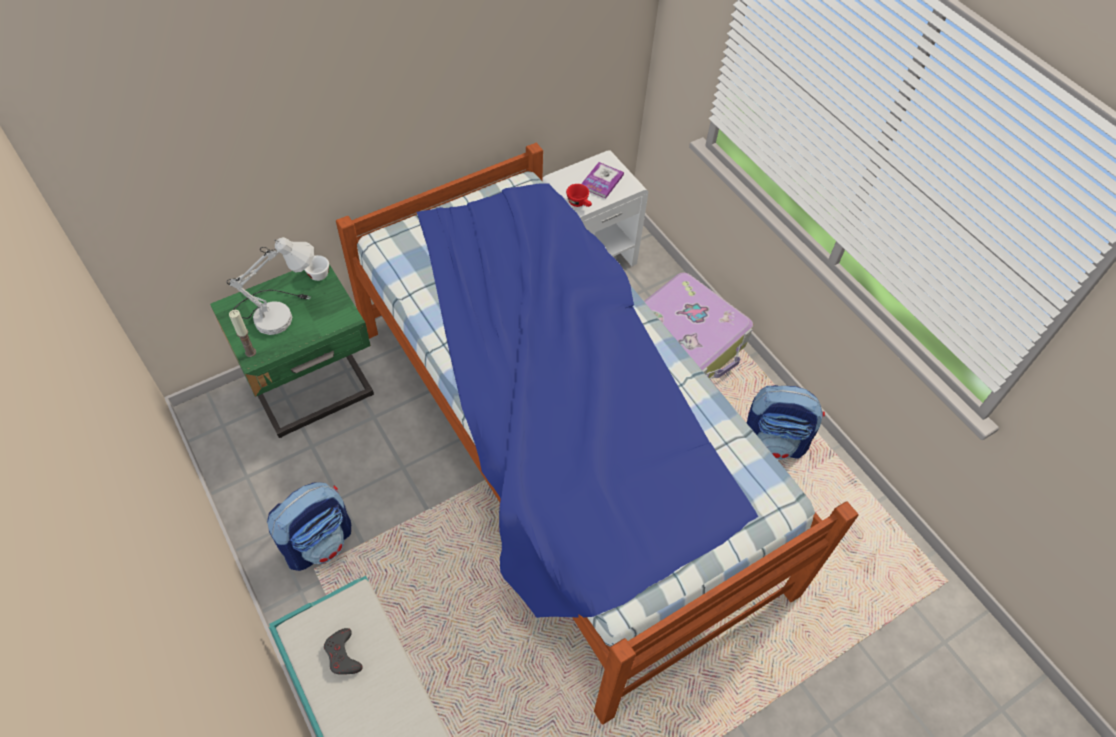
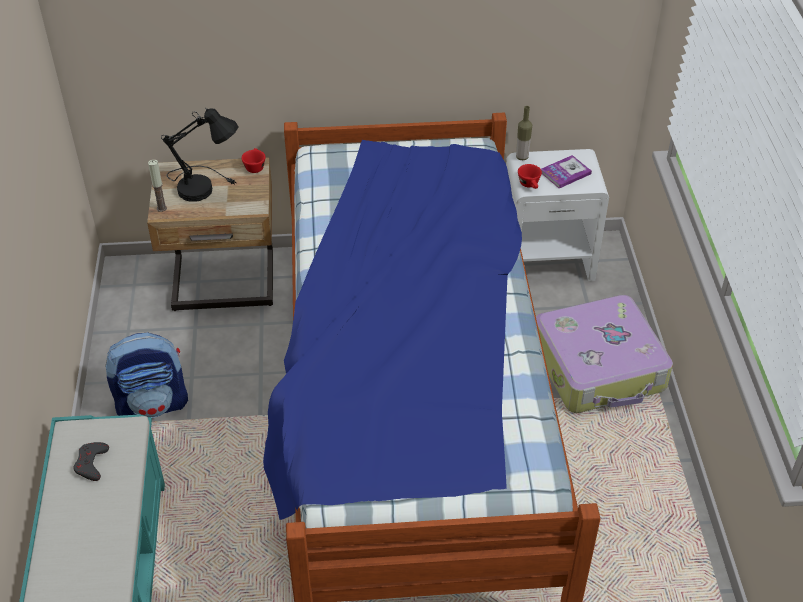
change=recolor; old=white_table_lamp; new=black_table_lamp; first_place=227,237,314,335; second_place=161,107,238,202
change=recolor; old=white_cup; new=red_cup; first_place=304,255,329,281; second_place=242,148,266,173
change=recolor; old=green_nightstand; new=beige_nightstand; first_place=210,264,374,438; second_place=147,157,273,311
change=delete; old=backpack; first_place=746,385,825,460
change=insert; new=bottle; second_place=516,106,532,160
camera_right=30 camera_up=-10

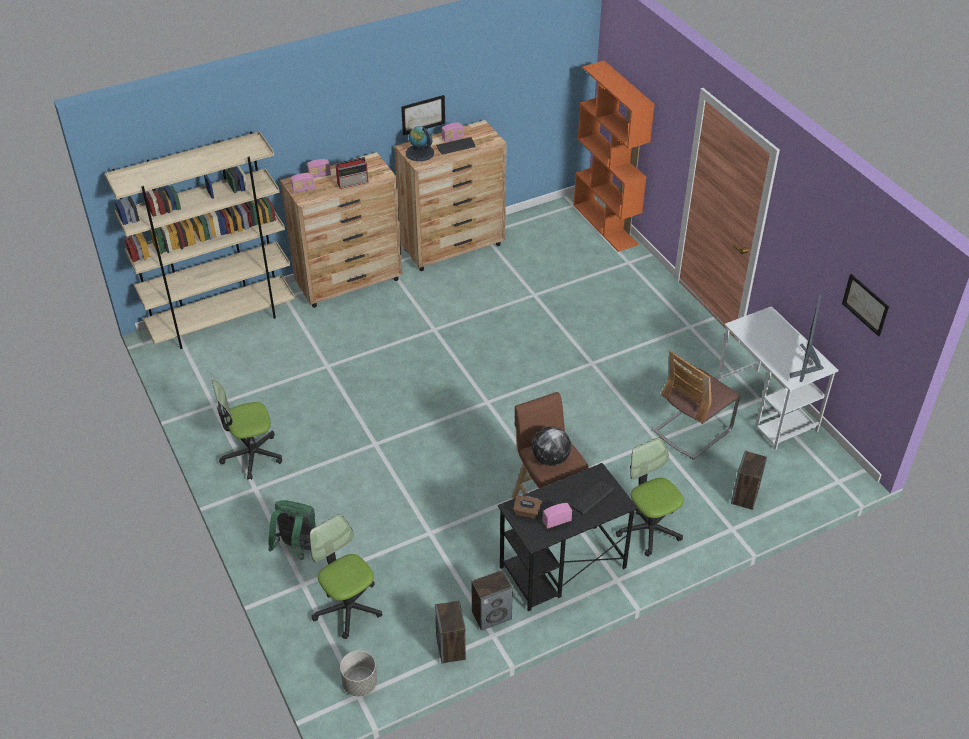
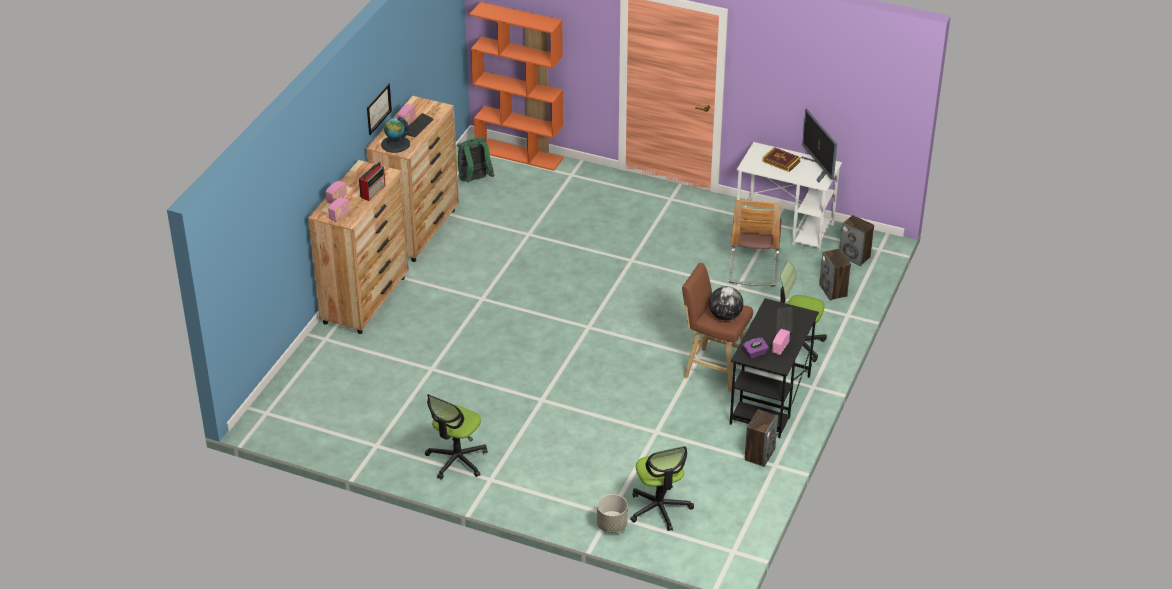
change=delete; old=beige_bookcase; first_place=105,131,295,349
change=delete; old=picture; first_place=842,274,889,337
change=recolor; old=brown_tissue_box; new=purple_tissue_box; first_place=513,495,542,519; second_place=743,338,769,359
change=move; old=green_backpack; first_place=268,500,316,560; second_place=457,137,495,183
change=rotate; old=office_chair; first_place=310,515,383,639; second_place=630,446,694,531; degrees=-120
change=move; old=speaker; first_place=435,601,466,664; second_place=839,215,874,266
change=move; old=grey_planter; first_place=340,650,377,696; second_place=597,494,628,533
change=insert; new=book; second_place=762,147,801,172
camera_right=-40 camera_up=-5

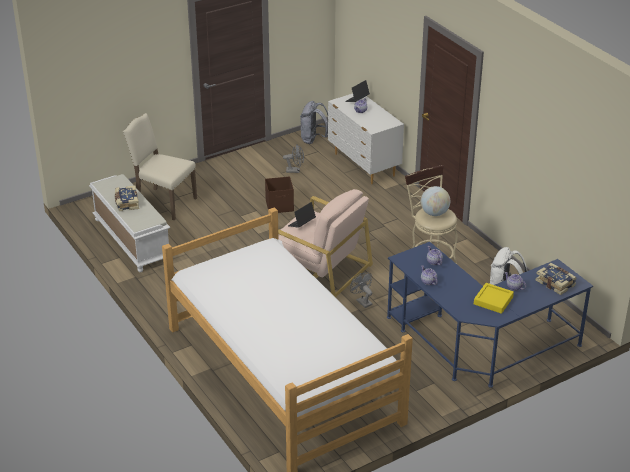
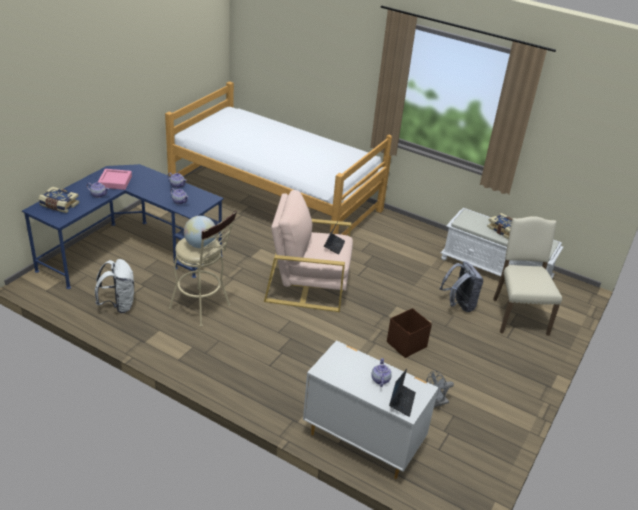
change=move; old=grey_backpack; first_place=300,101,328,144; second_place=440,261,483,312
change=rotate; old=beige_chair; first_place=123,113,197,220; second_place=493,216,562,336; degrees=-90
change=delete; old=grey_fan; first_place=350,273,372,308
change=recolor; old=yellow_tray; new=pink_tray; first_place=474,283,514,314; second_place=98,169,132,190
camera_right=150 camera_up=0

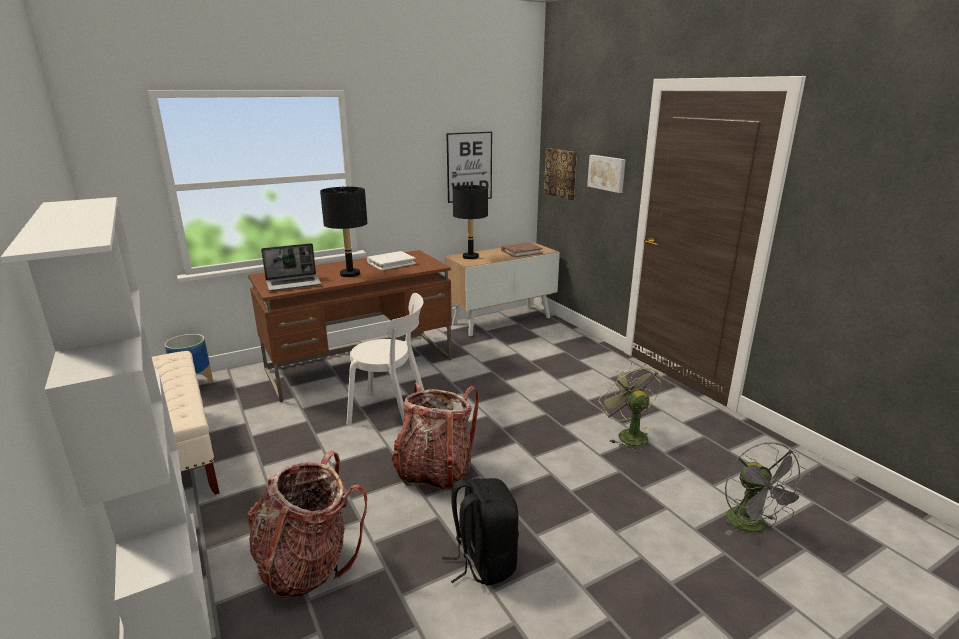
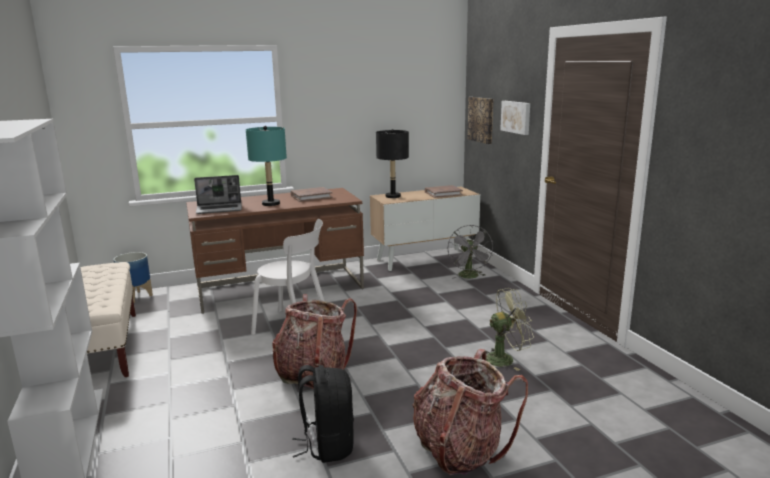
change=delete; old=picture; first_place=446,131,492,203
change=recolor; old=black_table_lamp; new=turquoise_table_lamp; first_place=320,186,367,277; second_place=246,126,287,206
change=recolor; old=white_book; new=brown_book; first_place=367,251,416,270; second_place=291,187,333,202
change=rotate; old=green_fan; first_place=598,362,661,453; second_place=481,288,534,371; degrees=90
change=move; old=grey_fan; first_place=725,442,810,536; second_place=447,225,493,278
change=move; old=backpack; first_place=247,451,367,599; second_place=412,349,528,475
camera_right=10 camera_up=-5

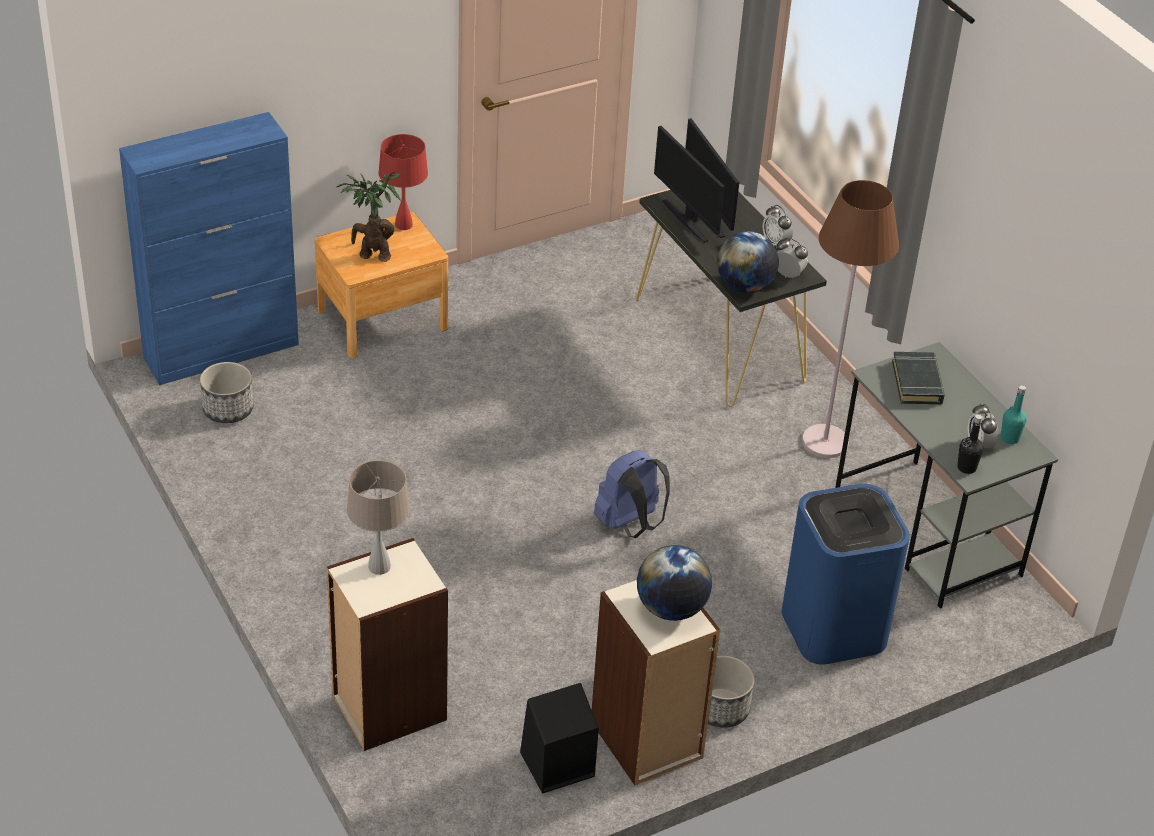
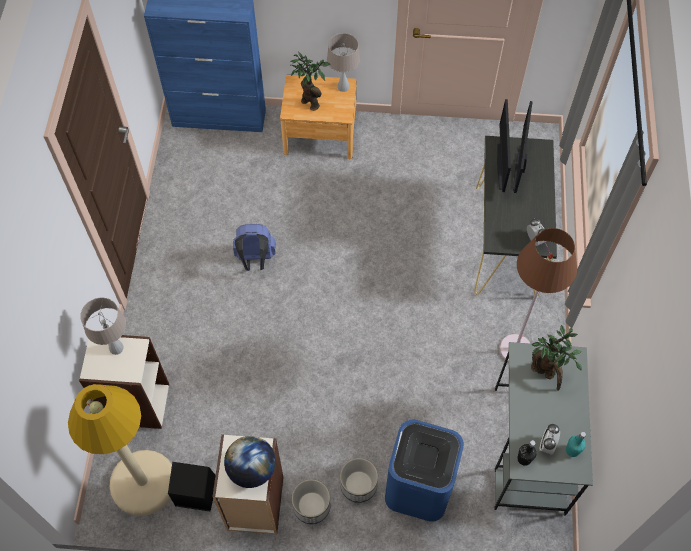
change=recolor; old=red_table_lamp; new=beige_table_lamp; first_place=379,134,428,230; second_place=327,33,360,92
change=delete; old=alarm_clock; first_place=763,205,793,248
change=delete; old=globe; first_place=717,231,779,293
change=replace; old=black_book; new=potted_plant; first_place=892,352,945,404; second_place=531,325,582,391
change=move; old=planter; first_place=200,362,253,423; second_place=340,458,378,503
change=move; old=blue_backpack; first_place=594,450,670,538; second_place=233,224,276,271
change=insert; new=beige_floor_lamp; second_place=68,384,172,516
camera_right=35 camera_up=20

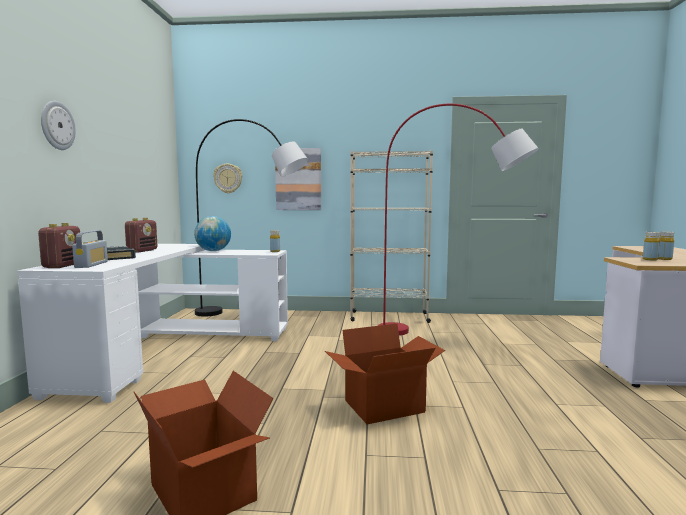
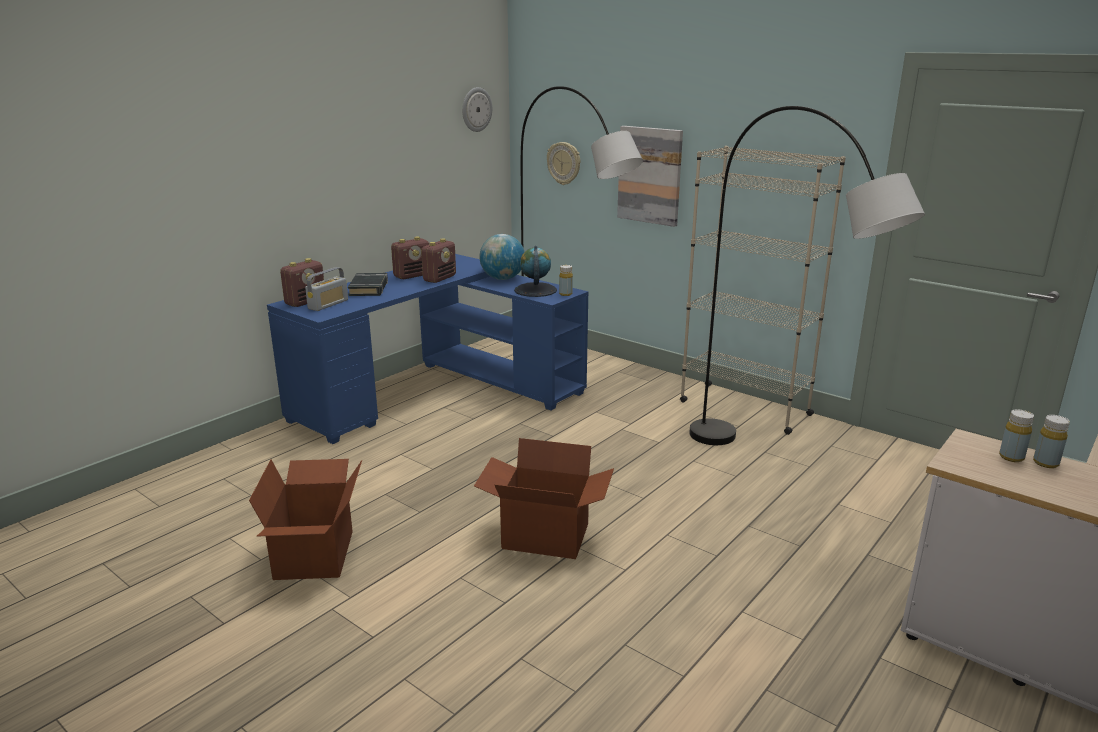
change=move; old=wall_clock; first_place=41,101,76,150; second_place=462,87,492,132
change=recolor; old=red_floor_lamp; new=grey_floor_lamp; first_place=378,104,539,336; second_place=689,106,925,445
change=recolor; old=white_desk; new=blue_desk; first_place=17,244,288,403; second_place=267,254,588,444
change=insert; new=radio; second_place=421,239,456,283
change=insert; new=globe; second_place=514,246,557,297
camera_right=35 camera_up=15

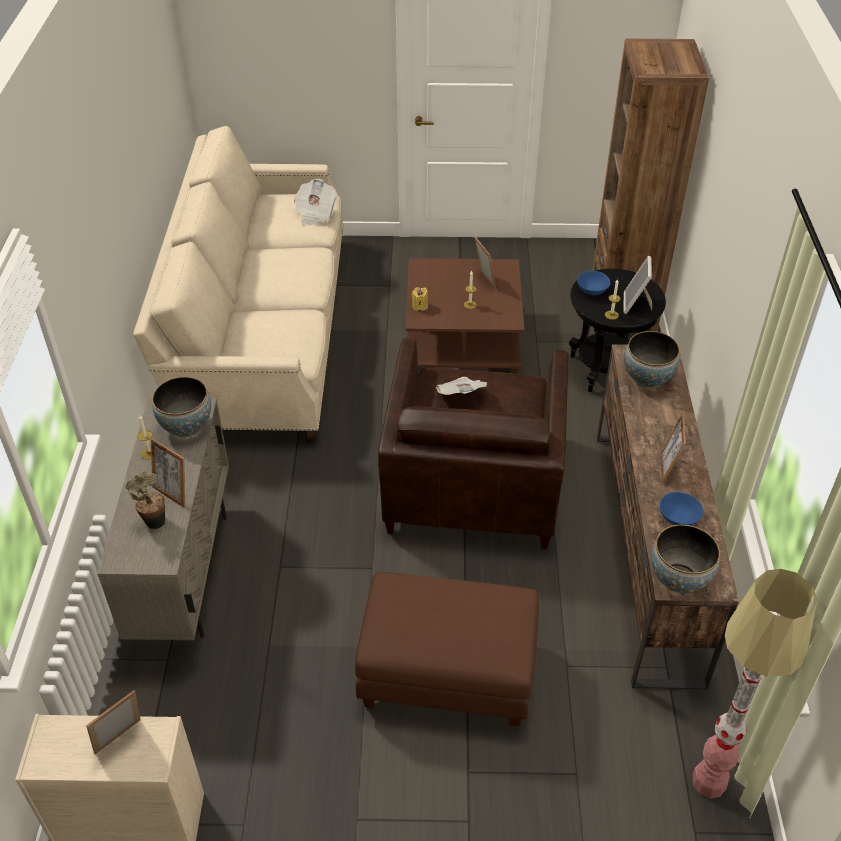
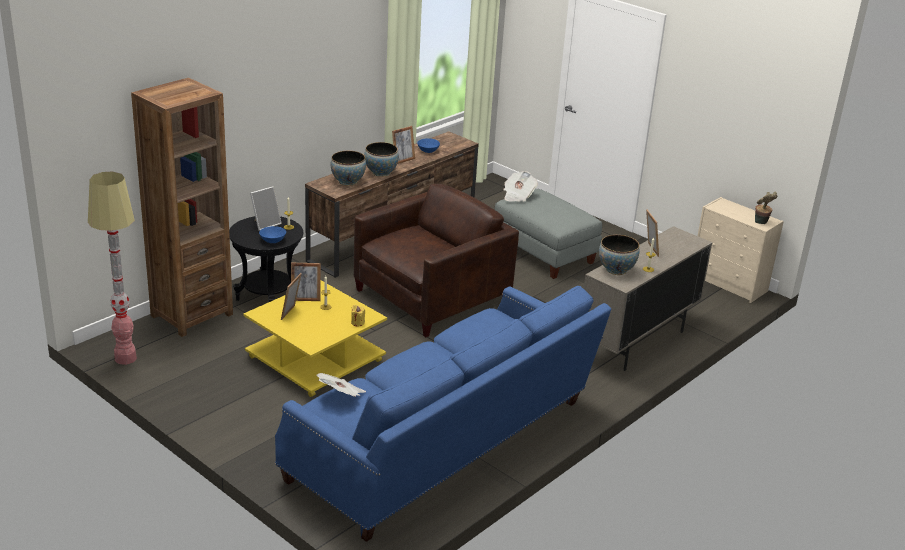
change=recolor; old=beige_sofa; new=blue_sofa; first_place=133,126,344,442; second_place=275,286,611,542
change=recolor; old=brown_coffee_table; new=yellow_coffee_table; first_place=406,258,525,373; second_place=243,280,387,397
change=move; old=newspaper; first_place=436,377,487,395; second_place=503,171,538,202
change=move; old=potted_plant; first_place=126,470,165,529; second_place=755,191,777,224
change=move; old=bowl; first_place=651,525,720,594; second_place=364,142,399,177
change=move; old=floor_lamp; first_place=693,569,817,799; second_place=88,171,137,365
change=recolor; old=brown_ottoman; new=grey_ottoman; first_place=355,572,539,727; second_place=494,189,602,279
change=move; old=picture_frame; first_place=86,690,140,754; second_place=291,263,321,301
camera_right=-140 camera_up=-15

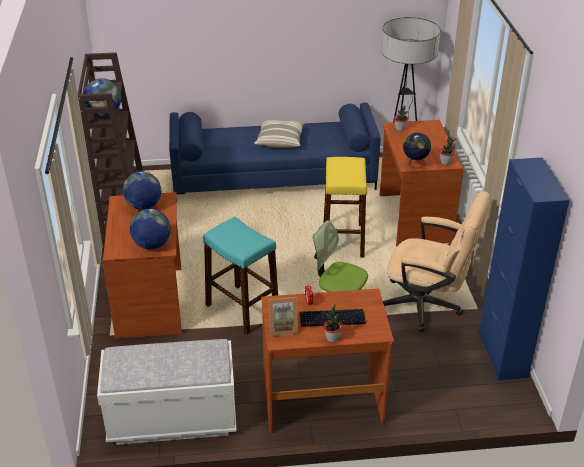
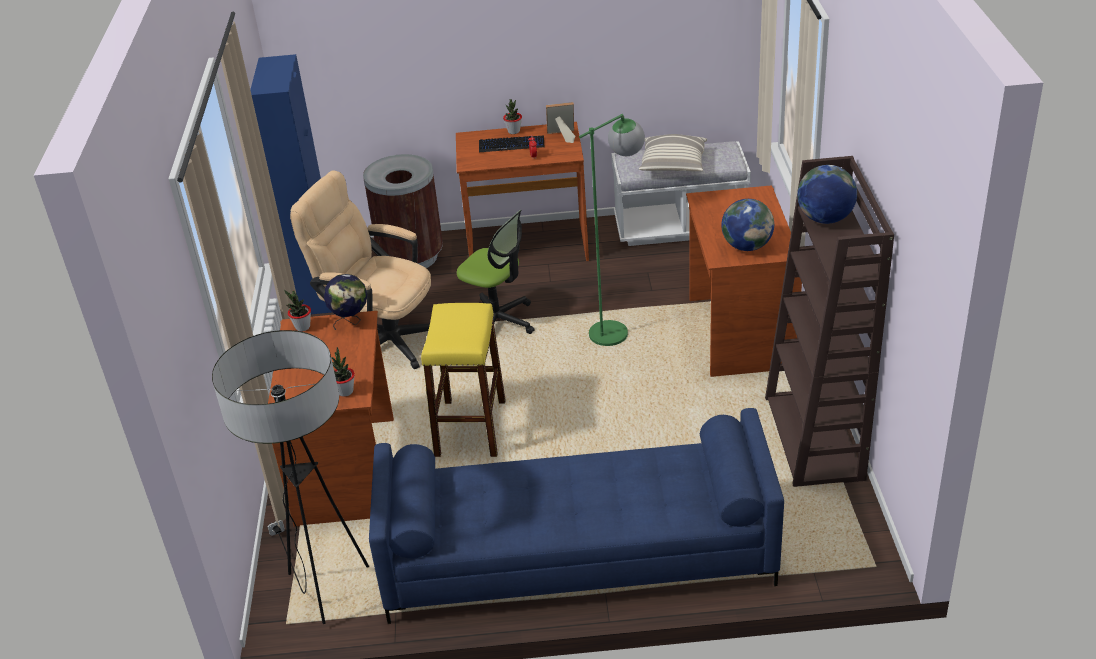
change=move; old=pillow; first_place=254,120,304,148; second_place=639,134,708,171
change=delete; old=globe; first_place=130,209,171,249
change=replace; old=turquoise_stool; new=green_floor_lamp; first_place=203,217,278,335; second_place=579,114,645,346
change=insert; new=brown_trash_can; second_place=363,154,443,268
camera_right=-175 camera_up=0

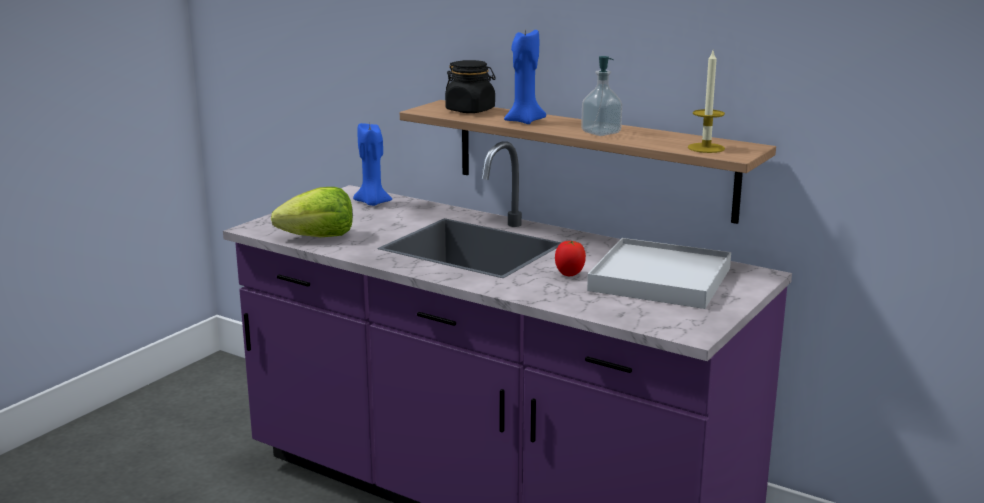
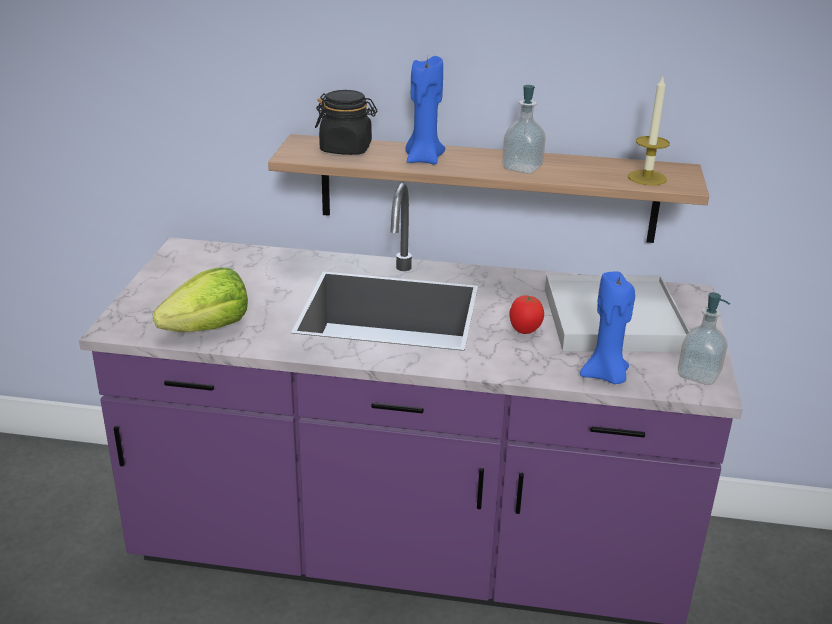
change=move; old=blue_candle; first_place=353,123,392,206; second_place=580,271,635,384
change=insert; new=soap_dispenser; second_place=678,293,730,385
camera_right=-25 camera_up=10

